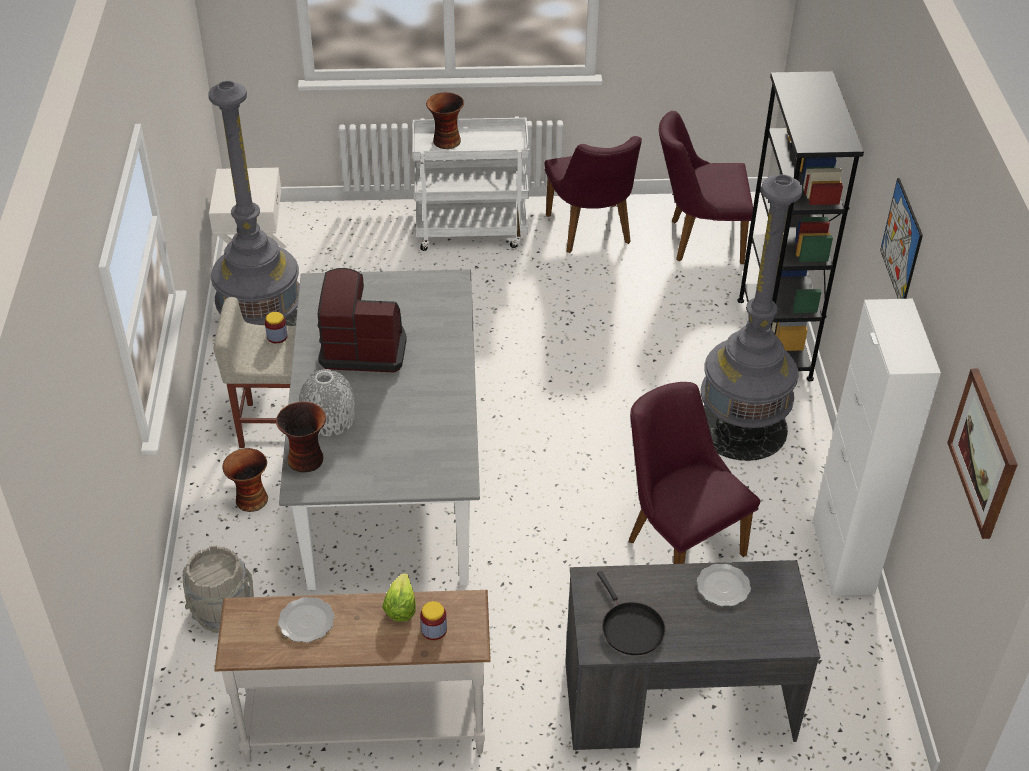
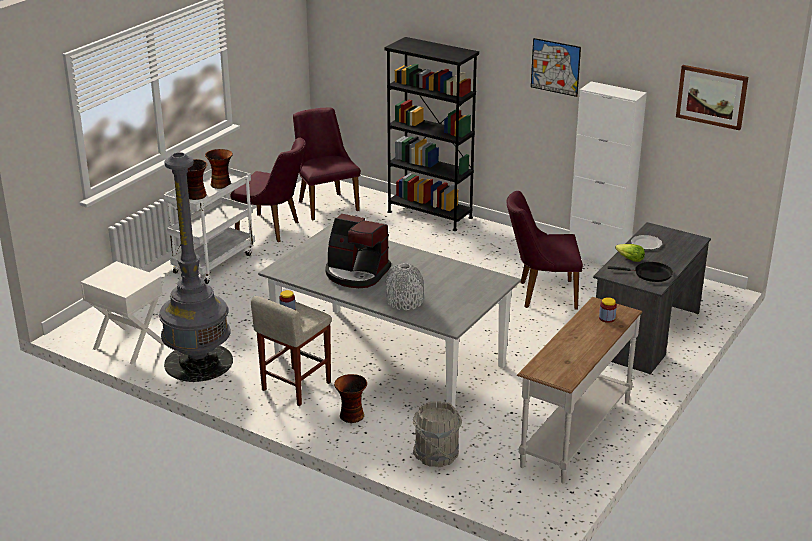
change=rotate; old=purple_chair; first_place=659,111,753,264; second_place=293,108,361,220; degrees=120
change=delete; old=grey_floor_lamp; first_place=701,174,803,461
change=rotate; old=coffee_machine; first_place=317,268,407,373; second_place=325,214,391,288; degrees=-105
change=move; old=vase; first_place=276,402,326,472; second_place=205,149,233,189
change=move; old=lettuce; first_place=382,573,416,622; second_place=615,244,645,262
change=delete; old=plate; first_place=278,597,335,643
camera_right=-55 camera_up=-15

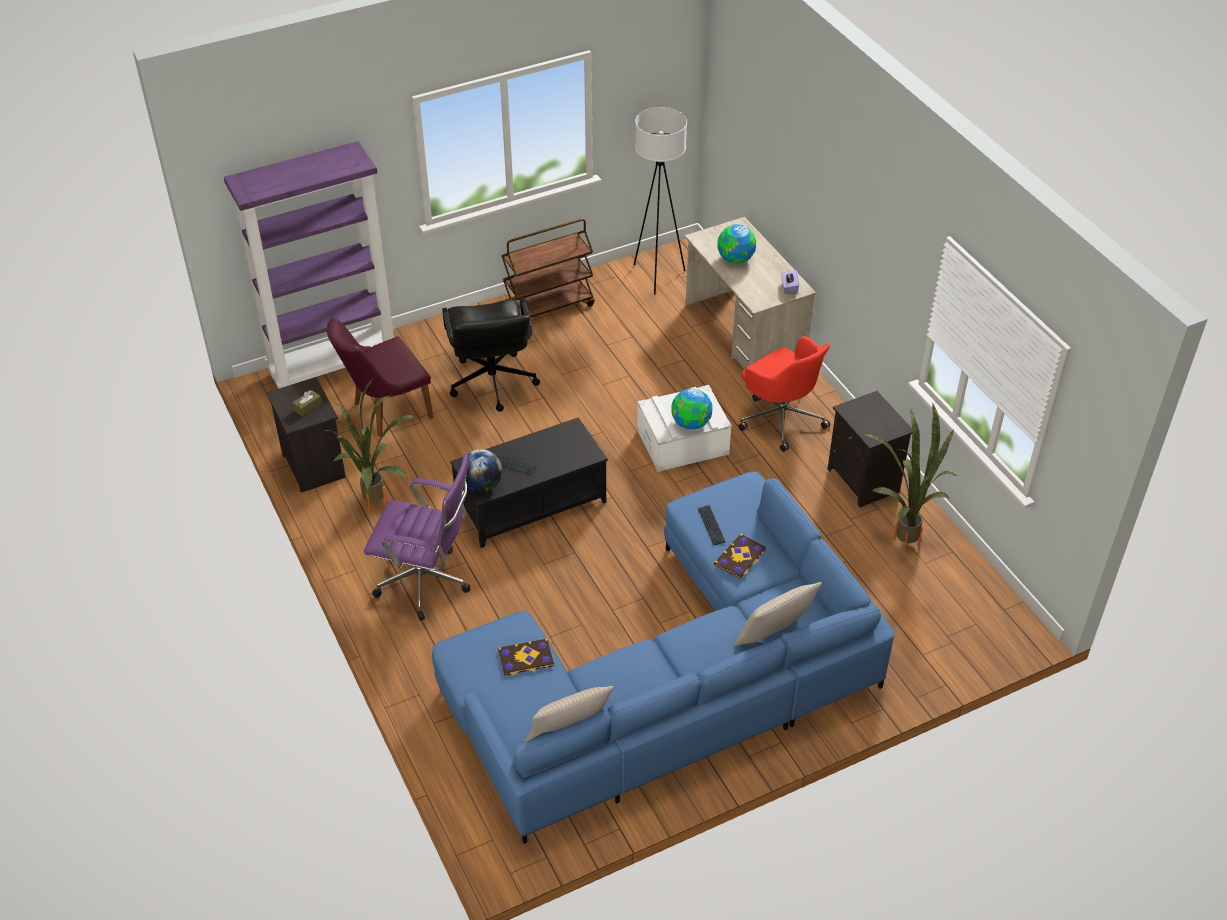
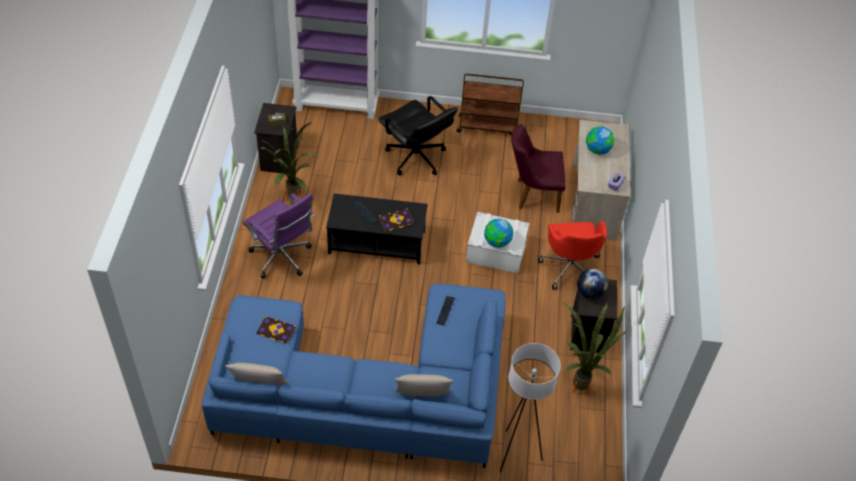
change=move; old=white_floor_lamp; first_place=634,107,687,295; second_place=500,343,561,472
change=rotate; old=black_office_chair; first_place=442,297,540,412; second_place=378,96,458,175; degrees=-60
change=move; old=purple_chair; first_place=327,318,433,437; second_place=511,124,566,213
change=move; old=globe; first_place=459,449,502,492; second_place=577,269,608,299
change=move; old=book; first_place=714,534,766,579; second_place=379,209,414,231
camera_right=30 camera_up=5

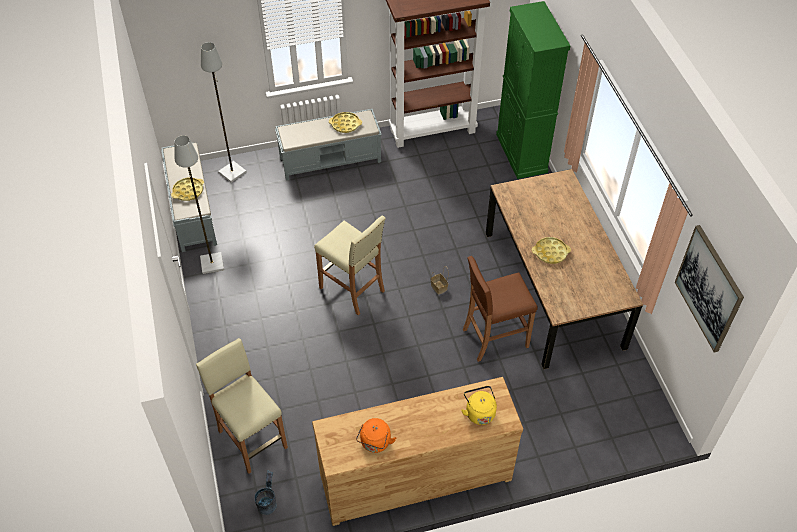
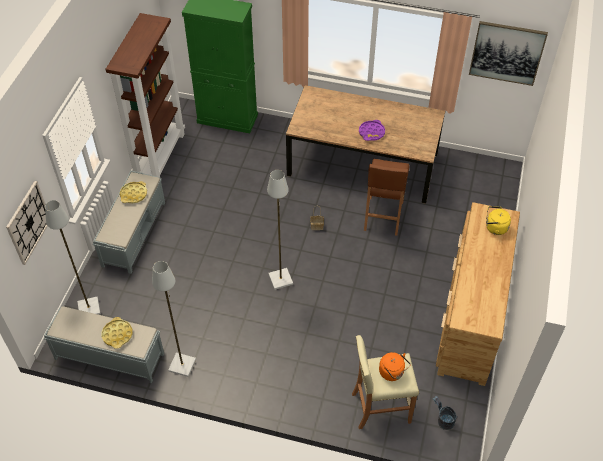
change=replace; old=beige_stool; new=grey_floor_lamp; first_place=314,216,386,315; second_place=267,170,293,290
change=recolor; old=yellow_tray; new=purple_tray; first_place=532,237,571,264; second_place=359,120,385,141
change=move; old=orange_kettle; first_place=356,418,396,453; second_place=379,352,411,381
change=insert; new=wall_clock; second_place=6,181,47,265
camera_right=-60 camera_up=0

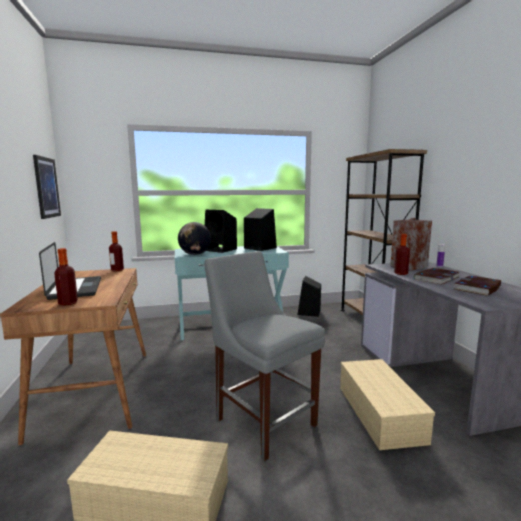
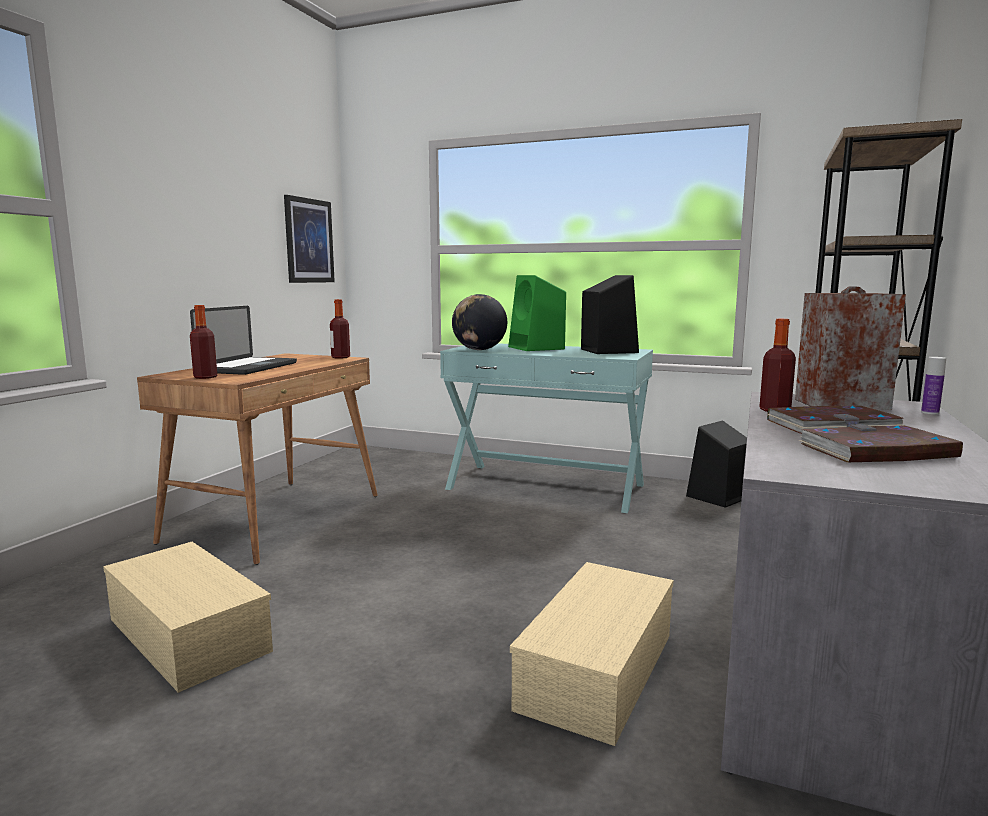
change=recolor; old=black_speaker; new=green_speaker; first_place=205,210,237,253; second_place=508,275,566,351
change=delete; old=grey_chair; first_place=204,251,325,461
camera_right=35 camera_up=0

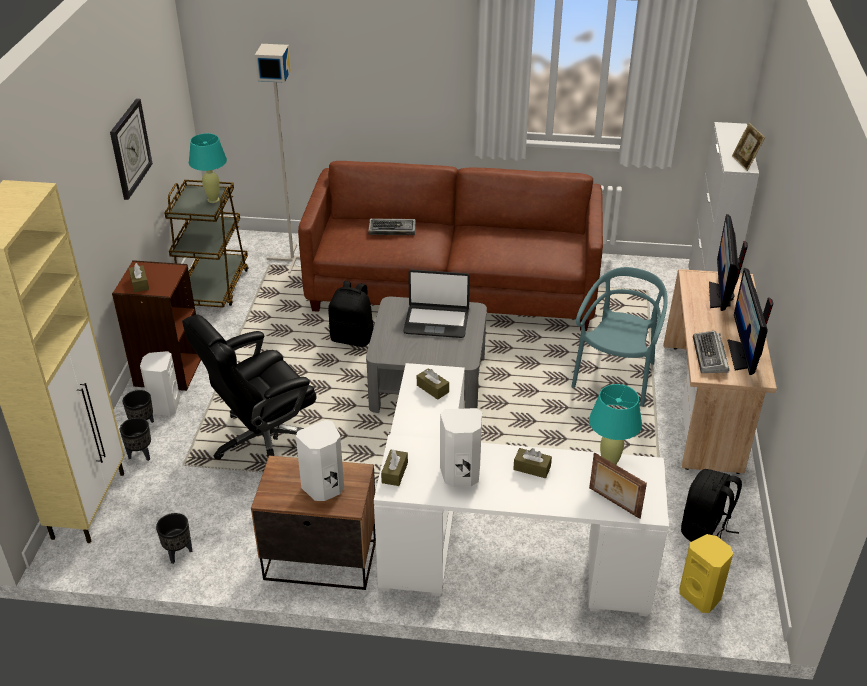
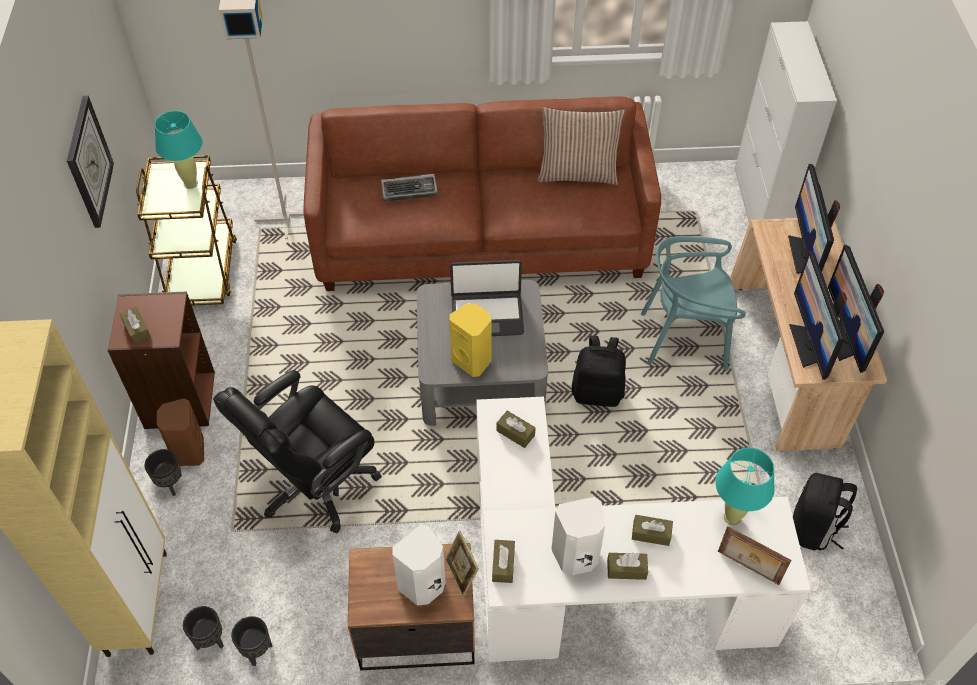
change=move; old=picture_frame; first_place=732,123,765,171; second_place=445,531,479,597
change=rotate; old=turquoise_chair; first_place=571,267,668,407; second_place=641,236,746,370; degrees=-105
change=move; old=black_backpack; first_place=328,281,374,347; second_place=572,335,626,407
change=replace; old=keyboard; new=monitor; first_place=693,331,729,373; second_place=789,251,847,380
change=recolor; old=white_speaker; new=brown_speaker; first_place=140,351,180,416; second_place=157,398,204,466
change=move; old=black_planter; first_place=120,418,151,461; second_place=183,606,224,650
change=move; old=yellow_speaker; first_place=679,534,733,613; second_place=450,303,492,377
change=insert; new=pillow; second_place=538,107,625,185
change=insert; new=brown_tissue_box; second_place=607,553,648,580
camera_right=-10 camera_up=15

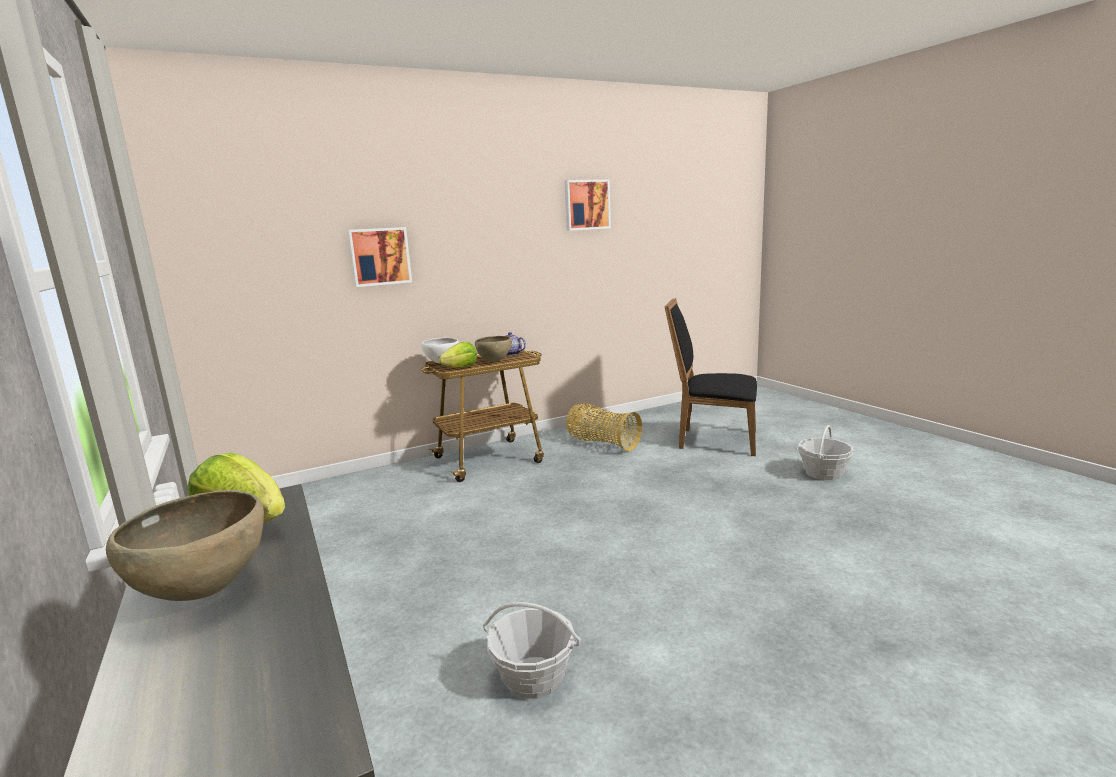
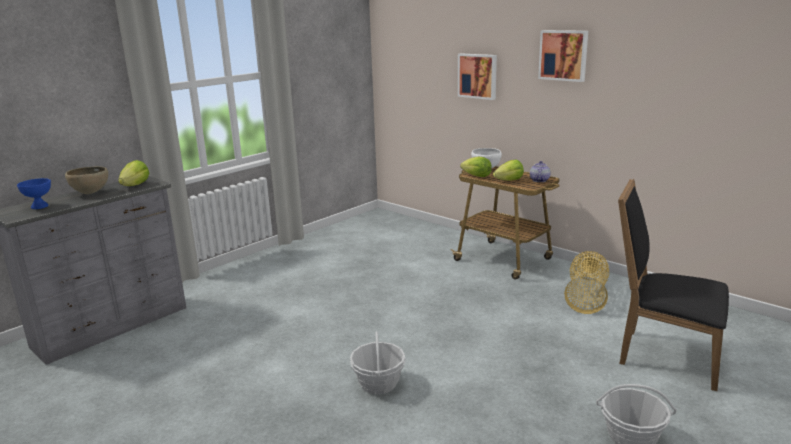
change=move; old=picture; first_place=565,179,611,231; second_place=538,30,588,82
change=rotate; old=black_chair; first_place=665,298,757,456; second_place=618,179,729,391; degrees=-60
change=replace; old=brown_bowl; new=lettuce; first_place=475,336,512,362; second_place=493,160,524,181
change=move; old=basket; first_place=483,602,580,699; second_place=350,331,406,394
change=insert; new=blue_bowl; second_place=17,178,51,209
camera_right=70 camera_up=5

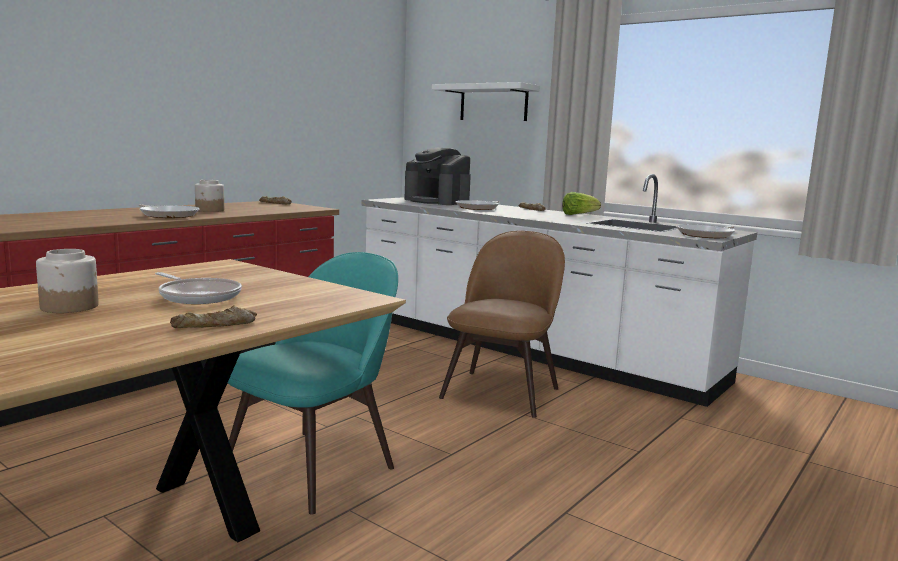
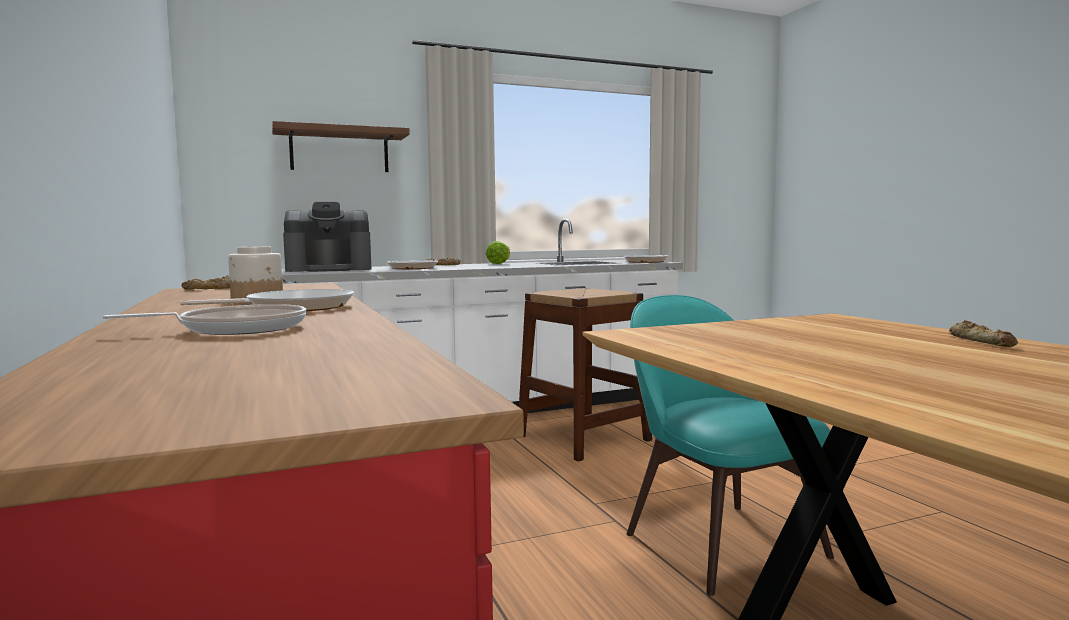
change=recolor; old=white_shelf; new=brown_shelf; first_place=432,82,540,121; second_place=272,121,410,172
change=replace; old=brown_chair; new=brown_stool; first_place=439,231,565,418; second_place=519,288,652,461
change=delete; old=jar; first_place=36,249,99,313
change=move; old=frying_pan; first_place=155,272,242,304; second_place=102,304,306,335
camera_right=-60 camera_up=-5

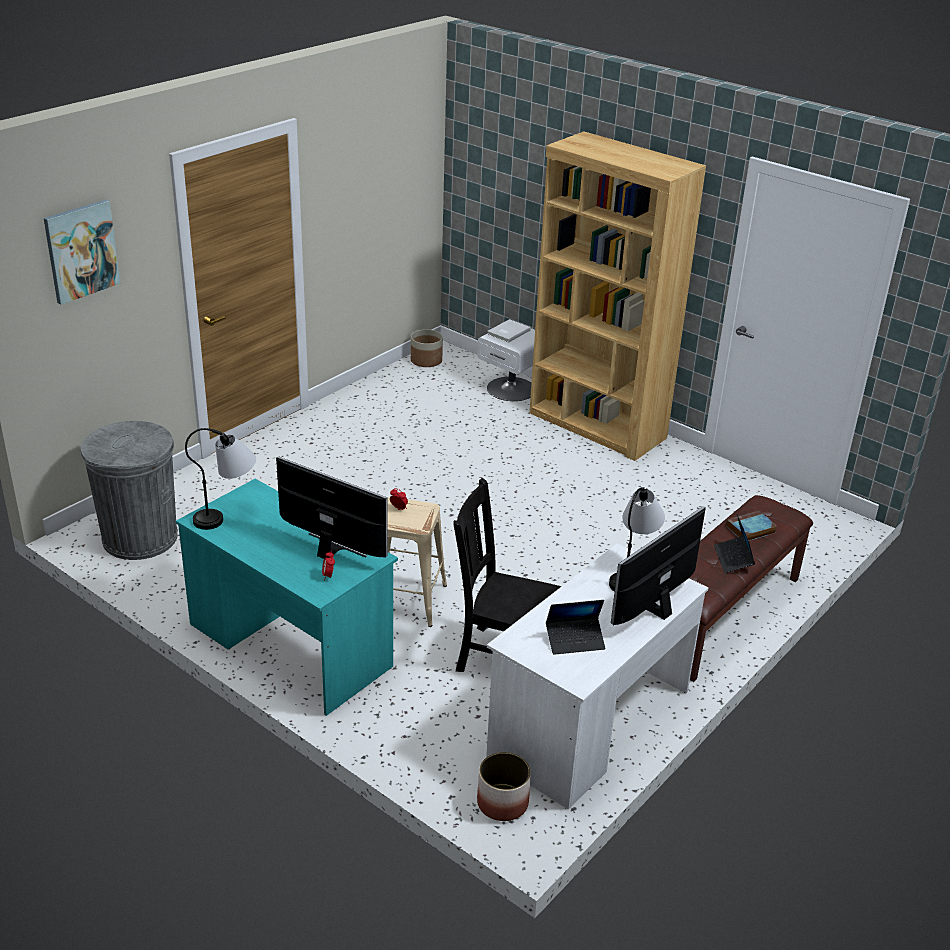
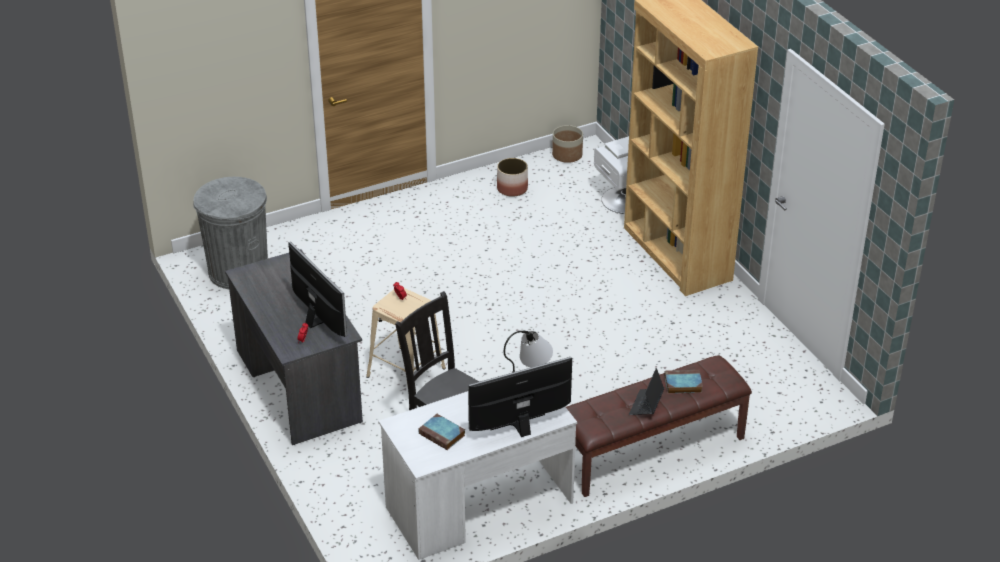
change=delete; old=picture; first_place=44,200,121,305
change=delete; old=table_lamp; first_place=185,428,256,530
change=recolor; old=turquoise_desk; new=grey_desk; first_place=176,479,398,716; second_place=225,249,363,445
change=replace; old=laptop; new=book; first_place=546,600,605,655; second_place=418,414,465,450
change=move; old=planter; first_place=477,752,531,821; second_place=497,158,528,197
camera_right=25 camera_up=5

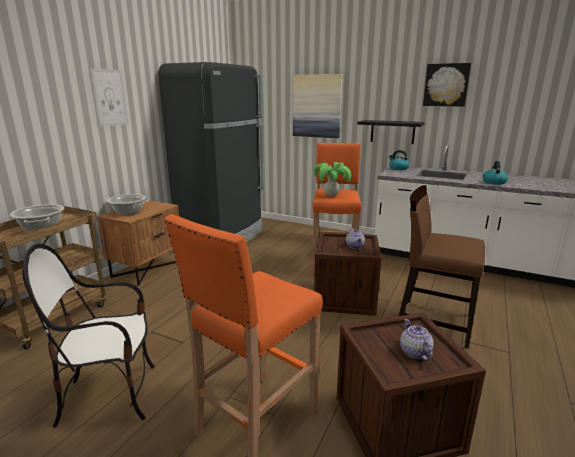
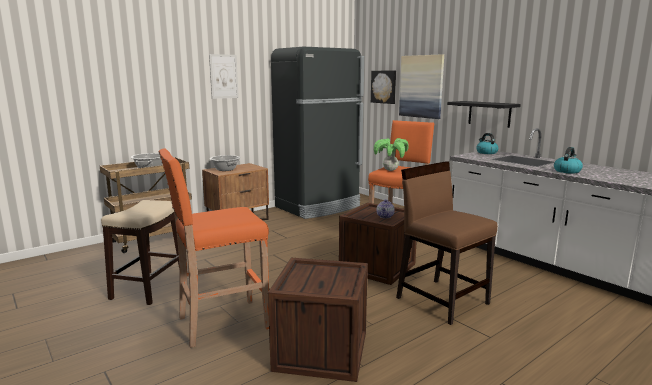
change=move; old=picture; first_place=423,63,471,107; second_place=371,71,396,104
change=replace; old=chair; new=stool; first_place=22,244,155,427; second_place=101,200,179,305
change=delete; old=teapot; first_place=400,319,434,361
camera_right=25 camera_up=-5

